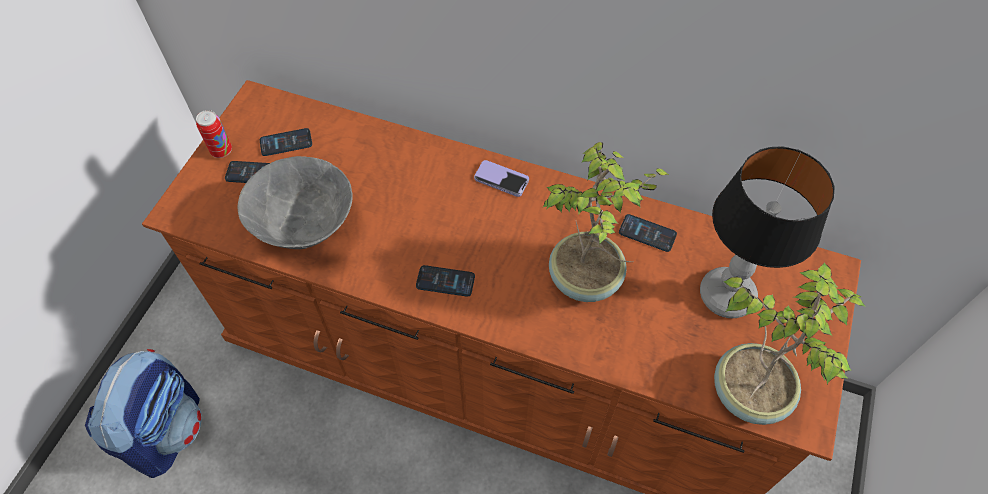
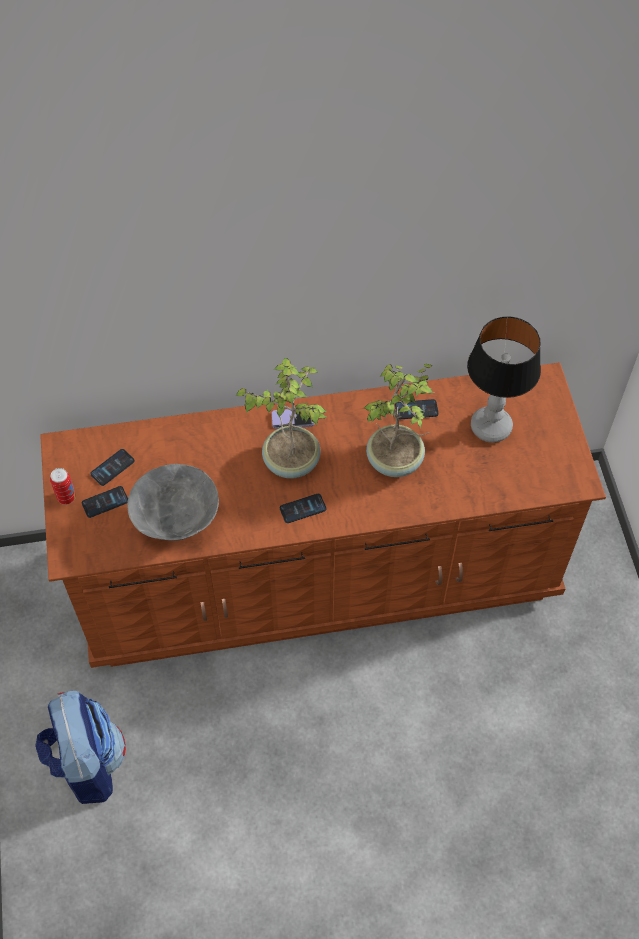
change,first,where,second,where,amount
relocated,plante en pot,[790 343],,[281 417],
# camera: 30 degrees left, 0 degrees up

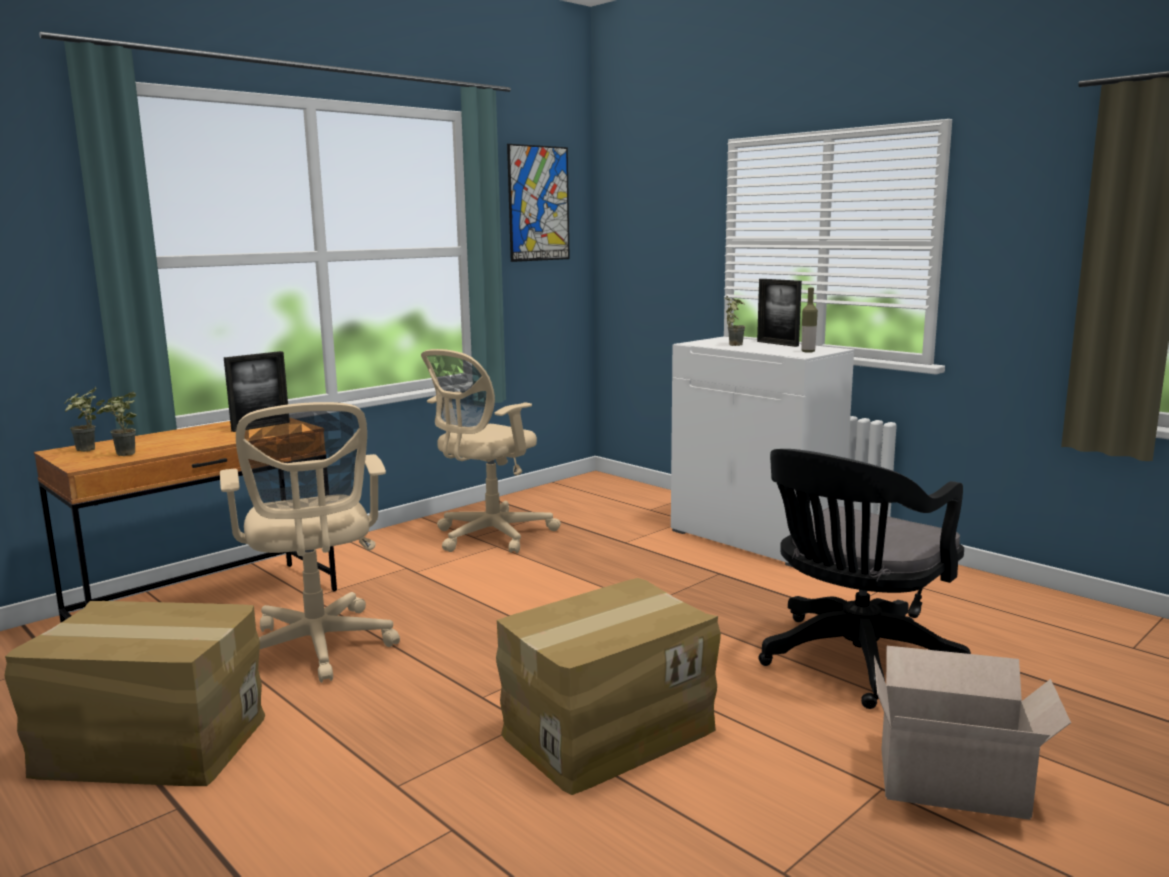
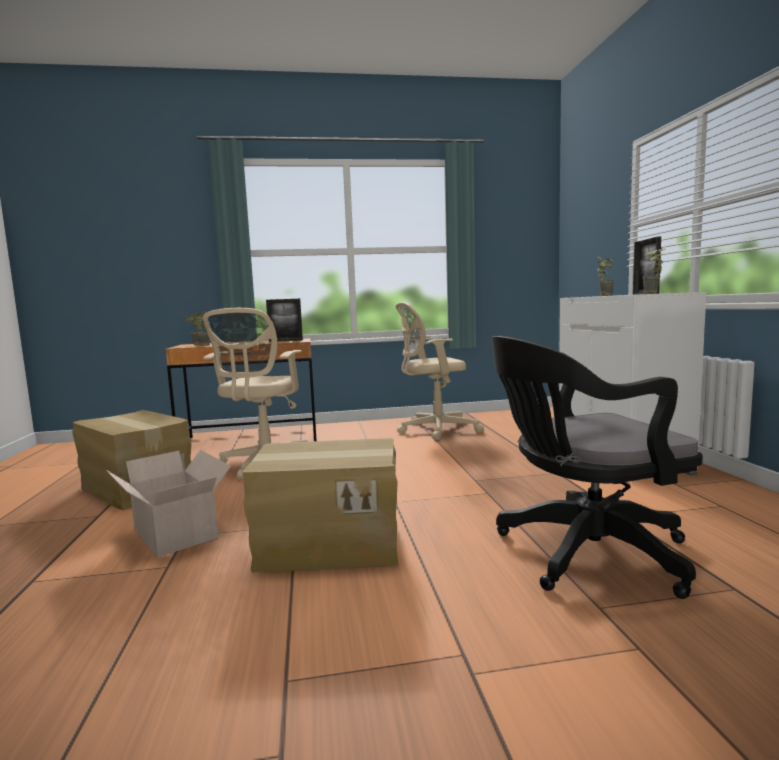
change,first,where,second,where,amount
missing,tableau,[538 203],,,
exchanged,bouteille,[809 320],plante en pot,[654 270],
relocated,carton,[972 733],,[168 503],
# camera: 35 degrees right, 5 degrees down

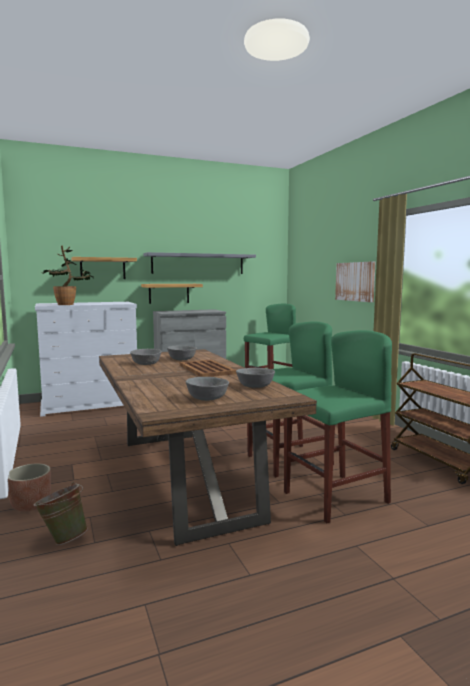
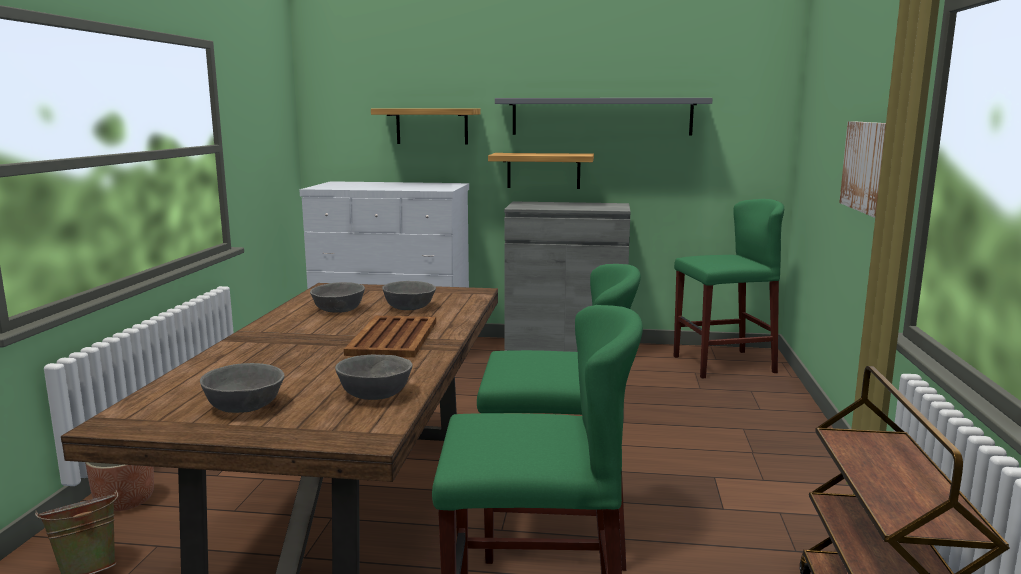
change,first,where,second,where,amount
missing,plante en pot,[68 275],,,
# camera: 30 degrees right, 5 degrees up

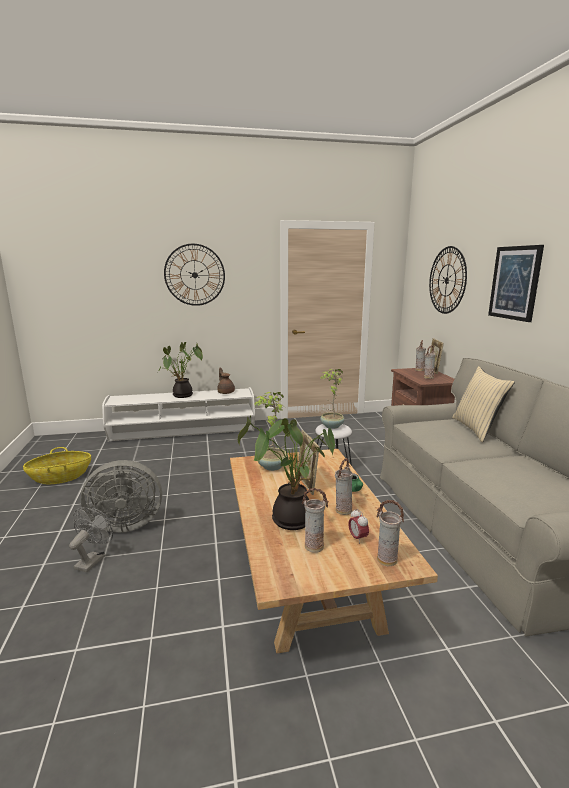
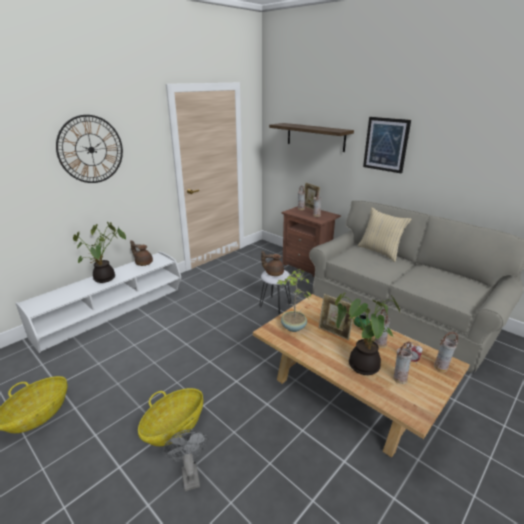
change,first,where,second,where,amount
exchanged,horloge murale,[448 280],étagère,[311 137],
exchanged,plante en pot,[332 399],théière [marron],[272 263],
exchanged,ventilateur [gris],[121 496],panier,[170 417],
# camera: 35 degrees left, 10 degrees up

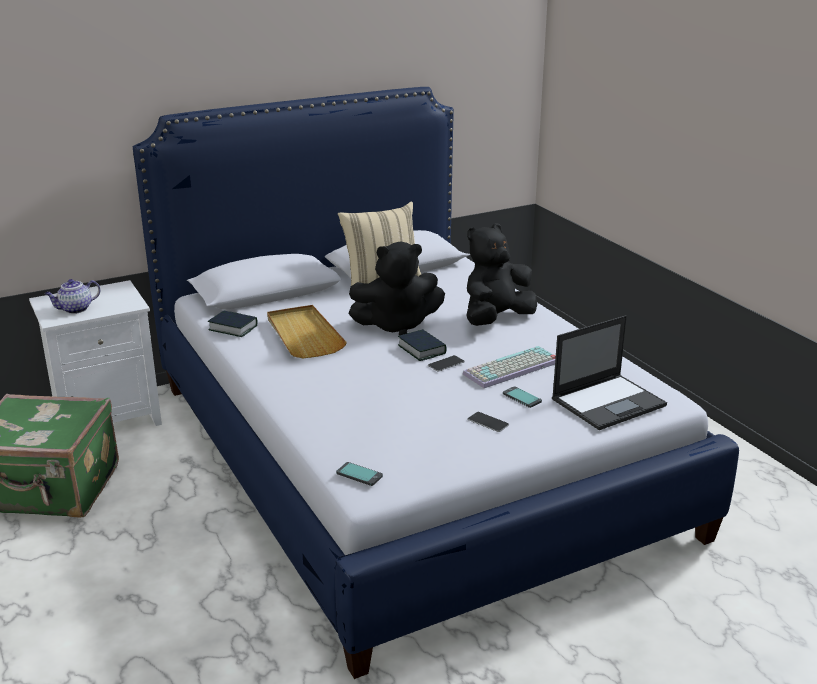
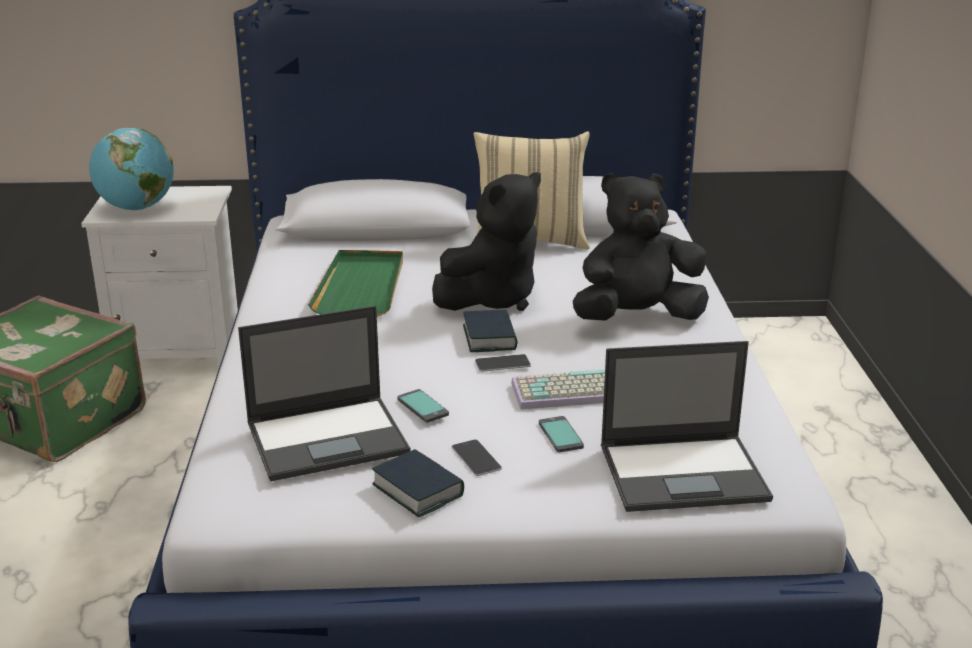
change,first,where,second,where,amount
spun,peluche [noir],[396 288],,[486 241],60 degrees counterclockwise
exchanged,théière,[72 296],globe,[131 169],
colour,plateau [beige],[307 331],plateau [vert],[355 283],
relocated,livre,[232 323],,[418 483],
relocated,téléphone,[359 474],,[423 406],
appeared,,,ordinateur portable,[324 393],
# camera: 25 degrees right, 0 degrees up

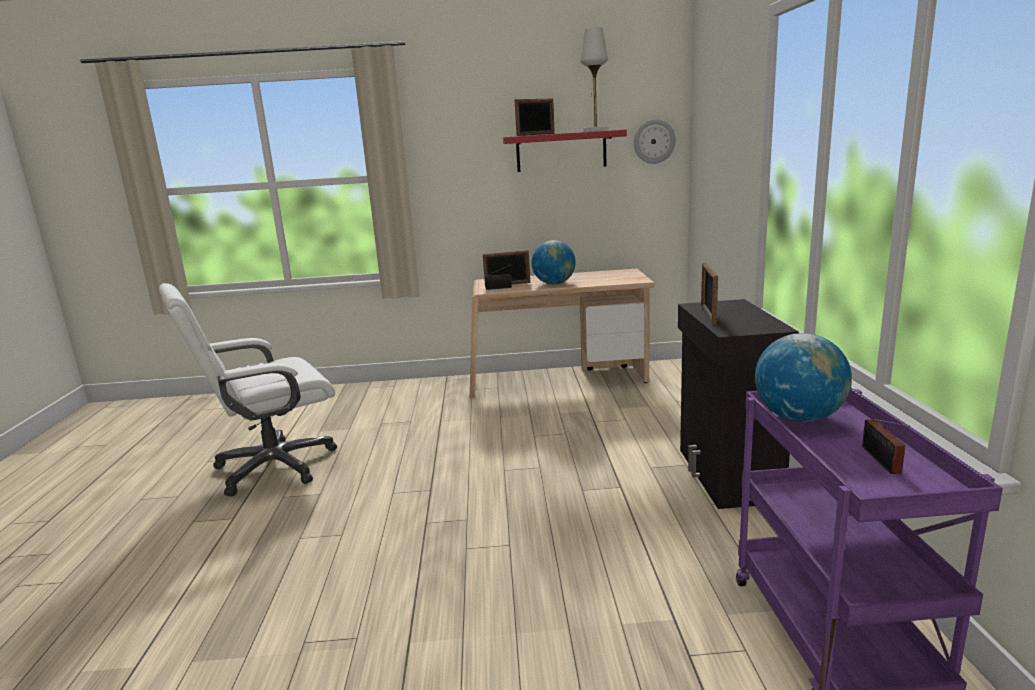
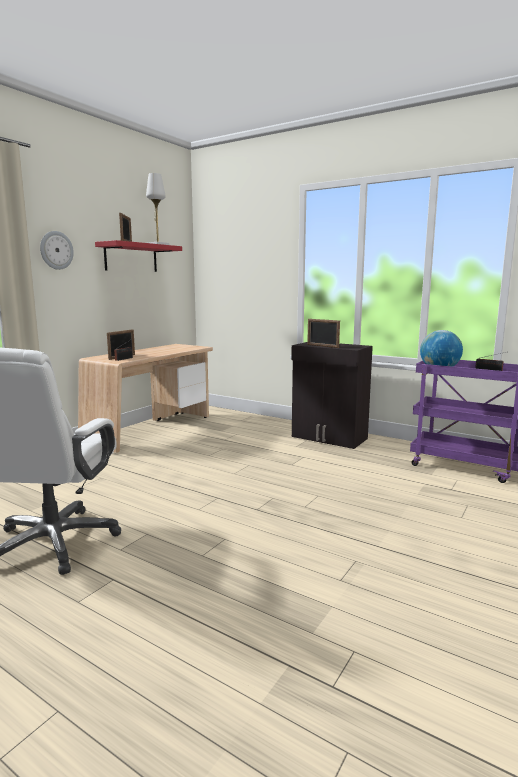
change,first,where,second,where,amount
relocated,horloge murale,[655 141],,[57 250],
missing,globe,[554 262],,,
# camera: 55 degrees left, 5 degrees down

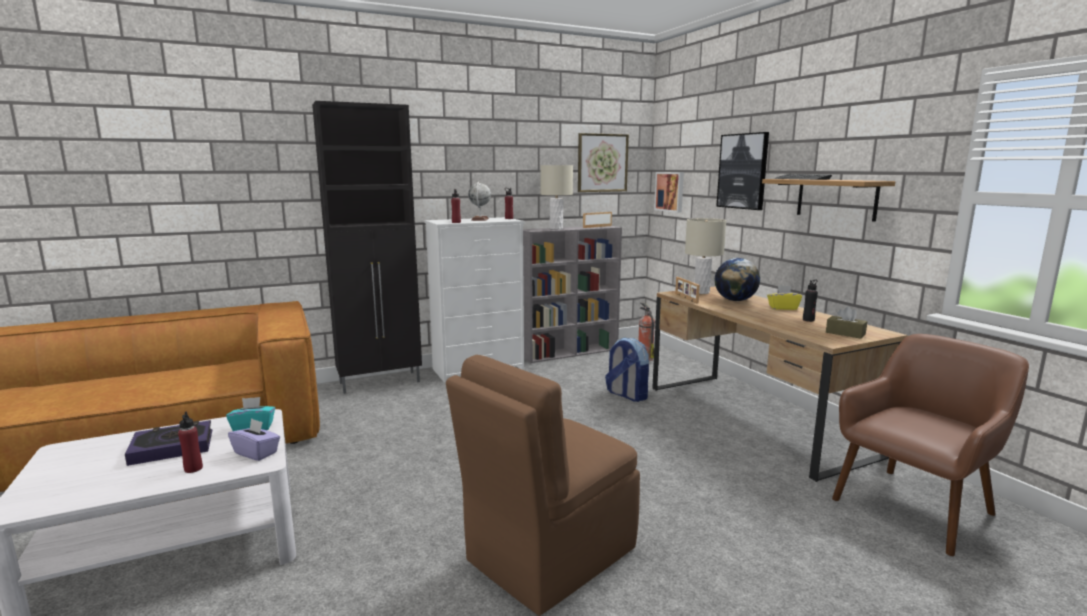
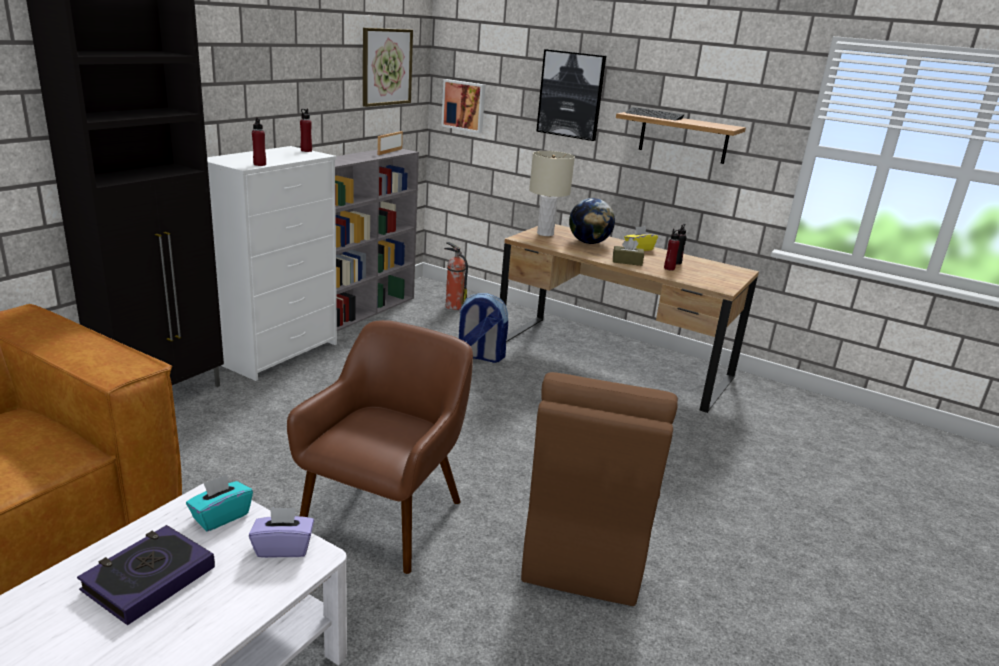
change,first,where,second,where,amount
missing,lampe de table [beige],[556 197],,,
missing,globe,[479 201],,,
missing,cadre photo,[687 290],,,
relocated,boîte à mouchoirs [marron],[846 323],,[628 252],
relocated,fauteuil [marron],[930 445],,[380 447],
relocated,bouteille [rouge],[190 442],,[673 250],
# camera: 35 degrees left, 10 degrees up

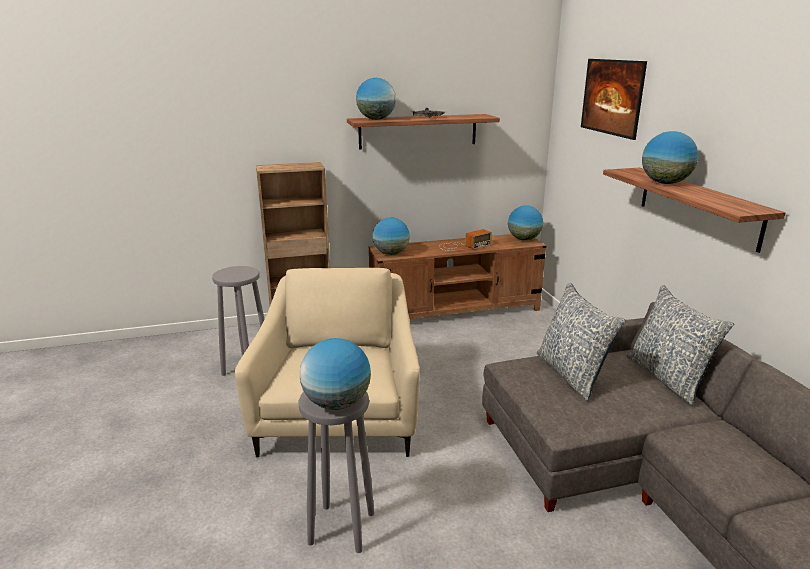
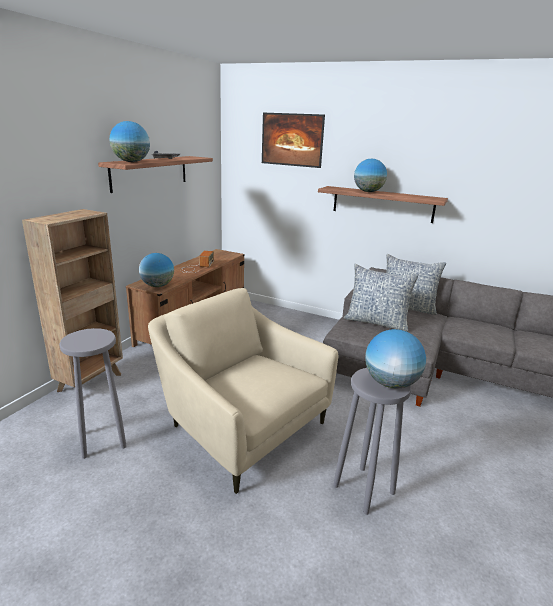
change,first,where,second,where,amount
missing,globe,[525 222],,,
# camera: 50 degrees left, 0 degrees up

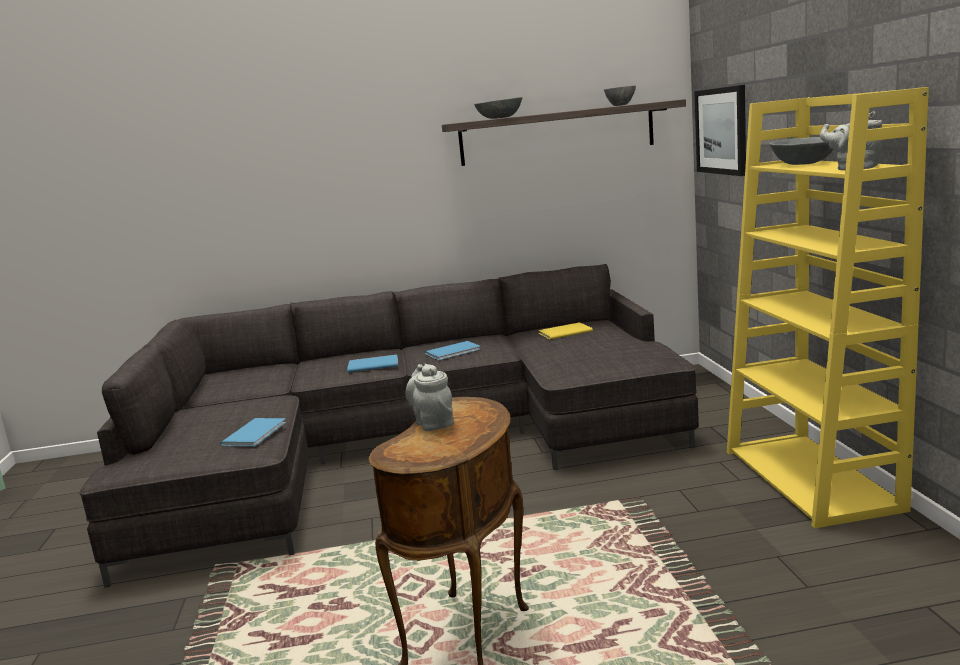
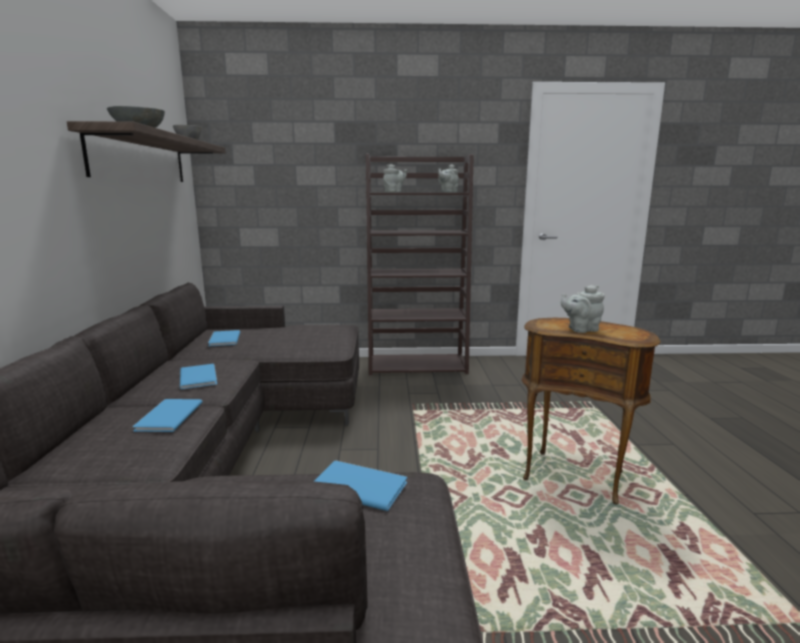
change,first,where,second,where,amount
missing,tableau,[720 130],,,
colour,bibliothèque [jaune],[828 307],bibliothèque [marron],[420 264],
exchanged,bol [gris],[801 151],théière [gris],[395 178],
colour,livre [jaune],[565 331],livre [bleu],[224 338],
# camera: 85 degrees left, 0 degrees up

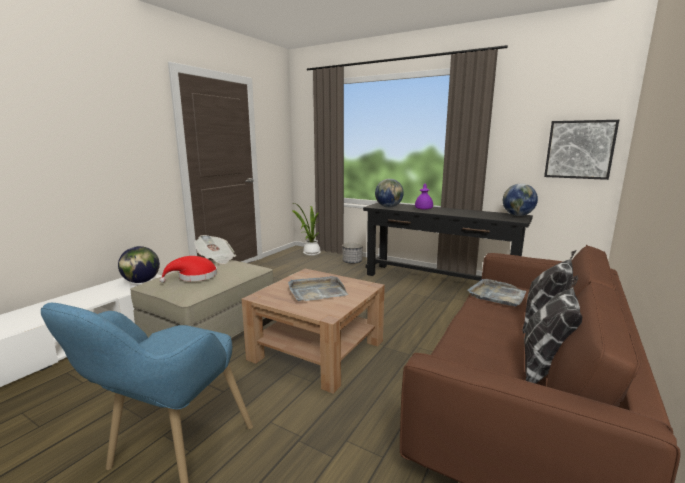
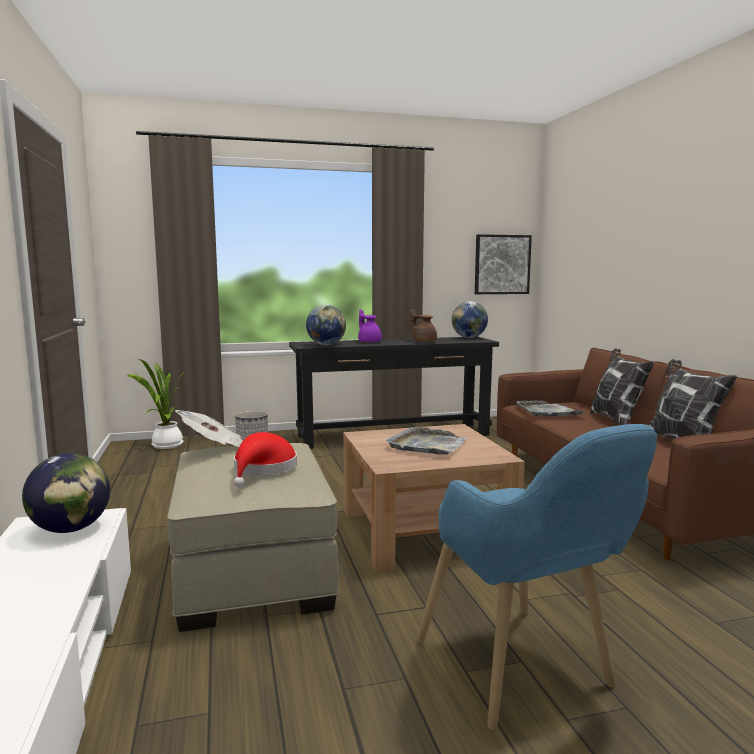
change,first,where,second,where,amount
appeared,,,théière [marron],[423 325],
# camera: 45 degrees left, 5 degrees down

